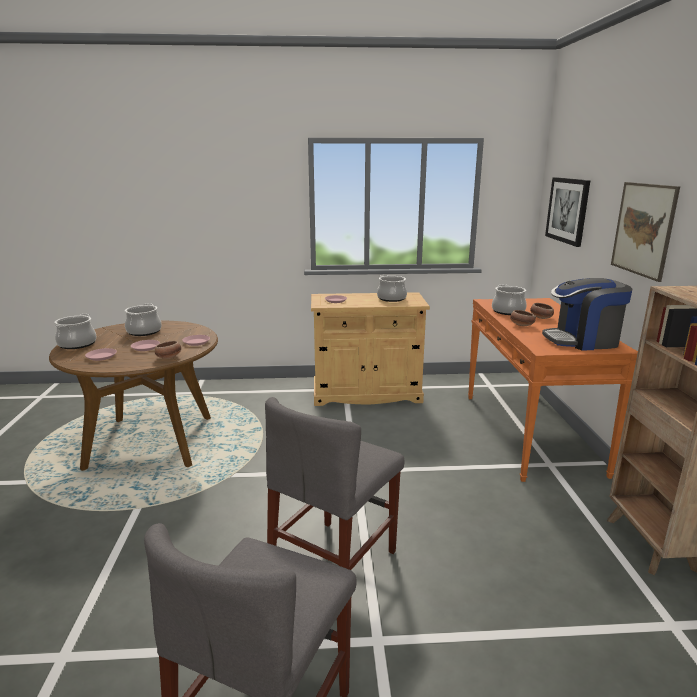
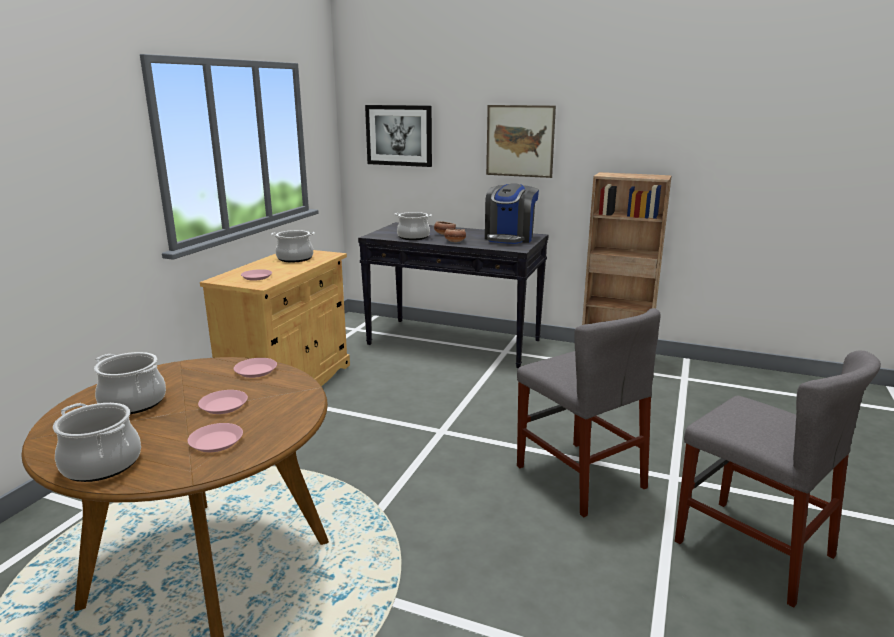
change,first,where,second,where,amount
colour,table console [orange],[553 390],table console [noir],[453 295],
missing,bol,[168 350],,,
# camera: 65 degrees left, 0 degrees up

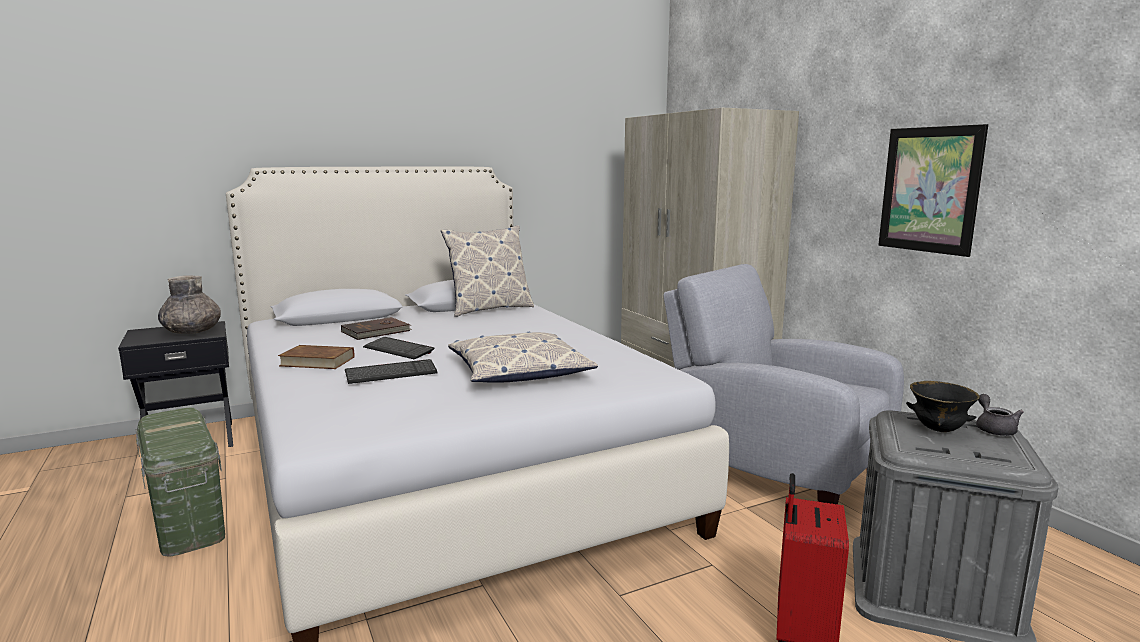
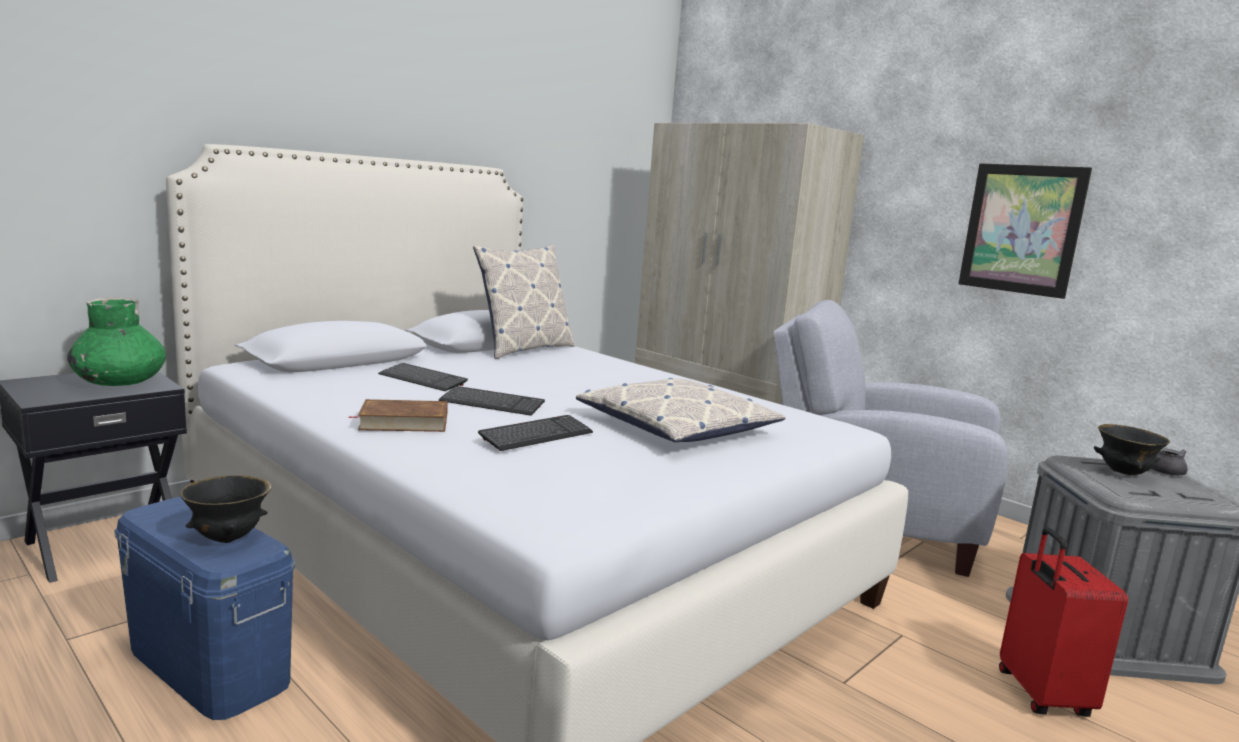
change,first,where,second,where,amount
colour,vase [gris],[189 304],vase [vert],[116 342],
exchanged,livre [marron],[376 328],clavier,[423 377],
colour,boîte de rangement [vert],[180 482],boîte de rangement [bleu],[205 608],
appeared,,,bol [noir],[226 509],
# camera: 20 degrees left, 0 degrees up

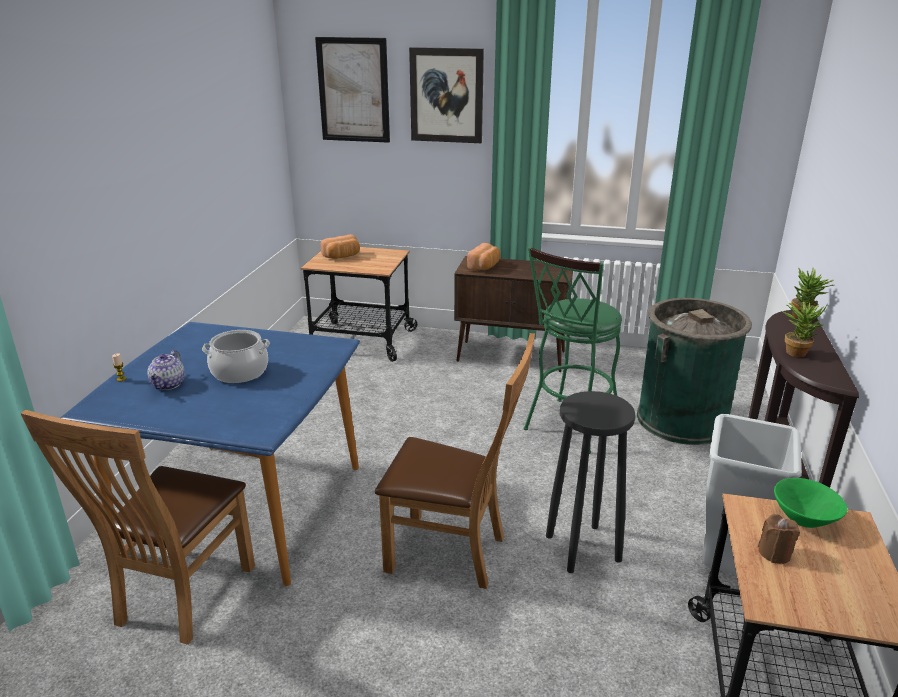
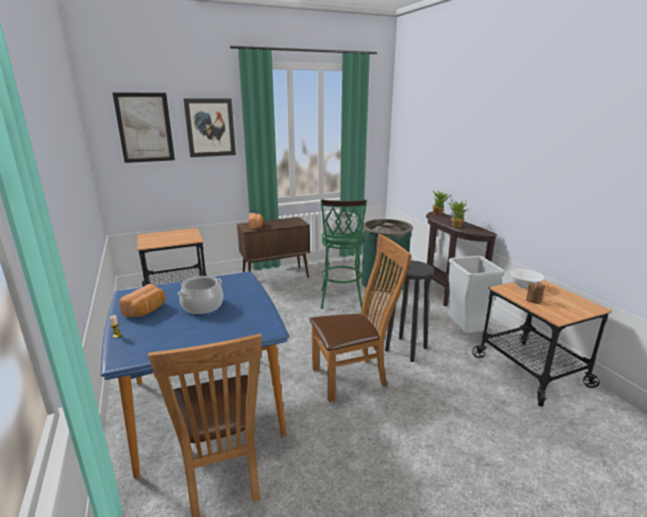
change,first,where,second,where,amount
relocated,pain,[340 246],,[142 300],
missing,théière,[166 370],,,
colour,bol [vert],[811 503],bol [blanc],[527 279],
appeared,,,marmite,[343 223],
# camera: 35 degrees left, 5 degrees down

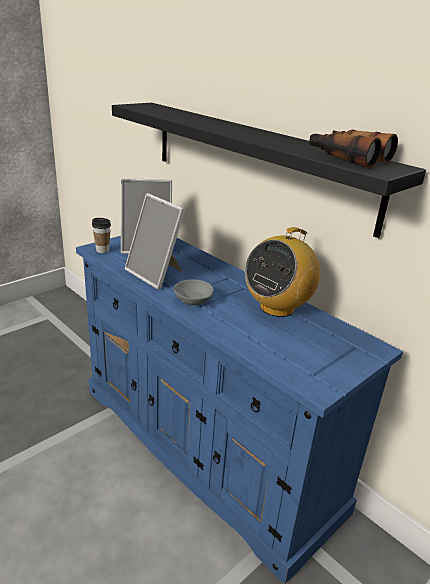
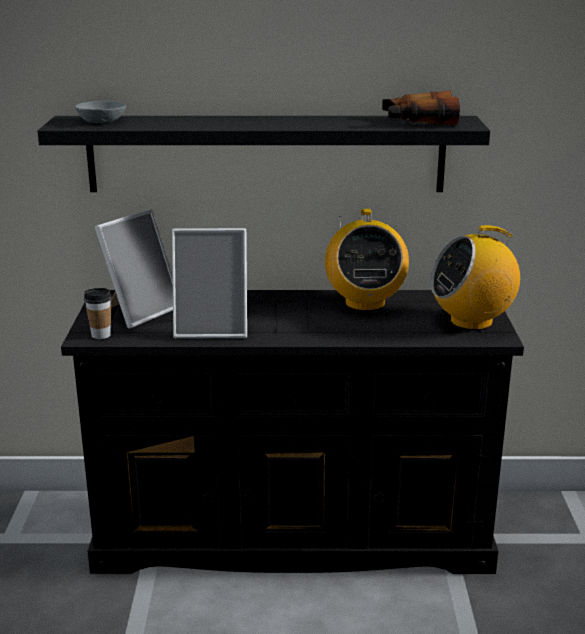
change,first,where,second,where,amount
colour,commode [bleu],[239 410],commode [noir],[292 432],
relocated,bol [gris],[194 292],,[100 112],
appeared,,,radio,[475 277],
# camera: 45 degrees left, 5 degrees down

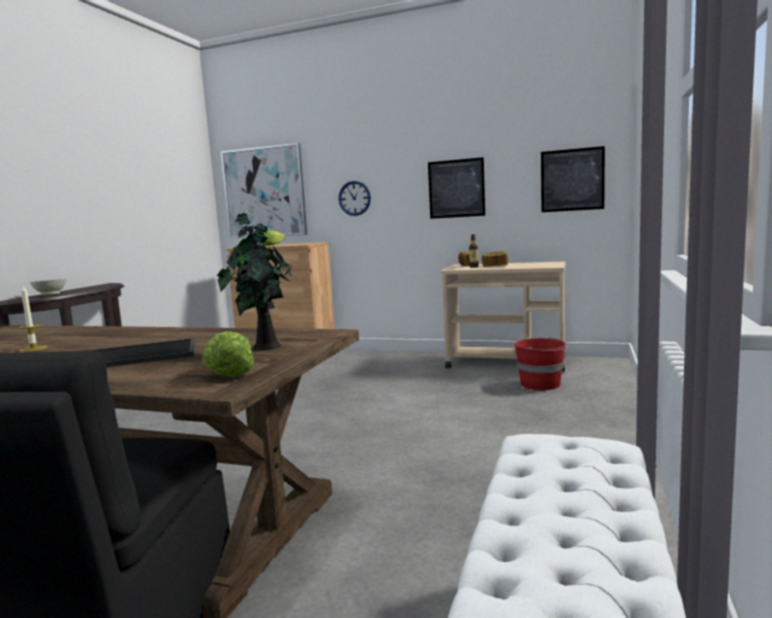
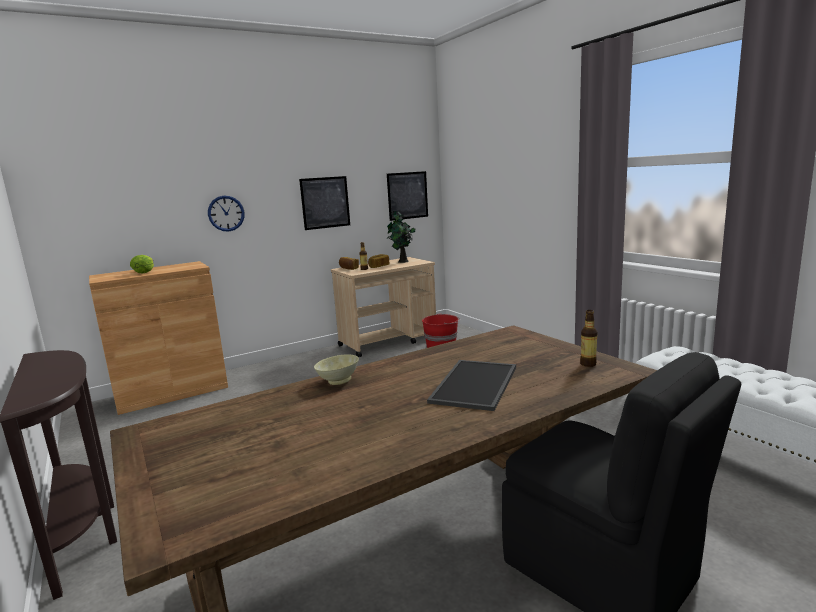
change,first,where,second,where,amount
missing,tableau,[264 191],,,
relocated,plante en pot,[254 281],,[401 237],
relocated,bol [beige],[48 287],,[336 369],
missing,bougie,[33 319],,,
exchanged,laitue,[228 354],bouteille,[588 338],
# camera: 50 degrees left, 5 degrees up

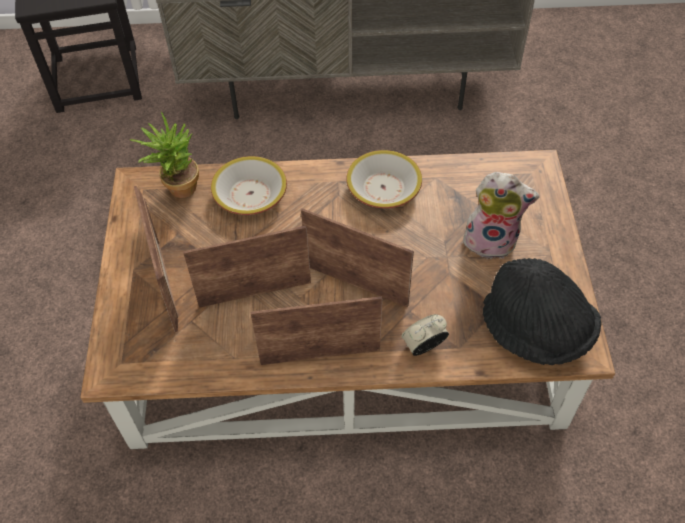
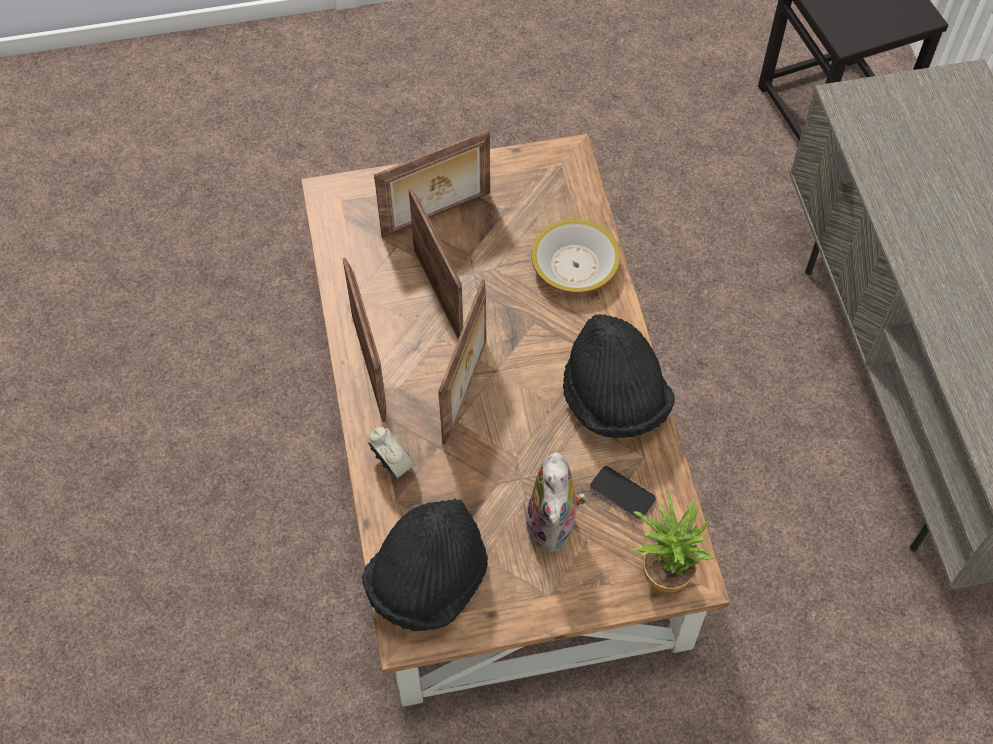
change,first,where,second,where,amount
relocated,plante en pot,[164 155],,[673 542],
exchanged,bol,[384 179],chapeau [noir],[619 376],
appeared,,,téléphone,[623 493],
# camera: 80 degrees right, 5 degrees up

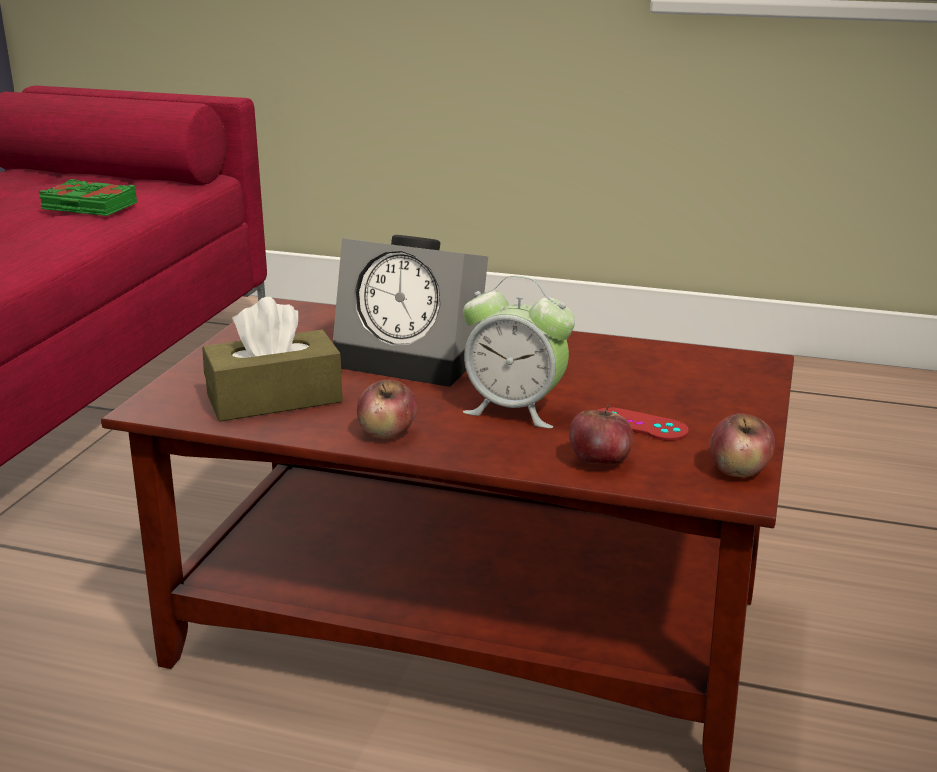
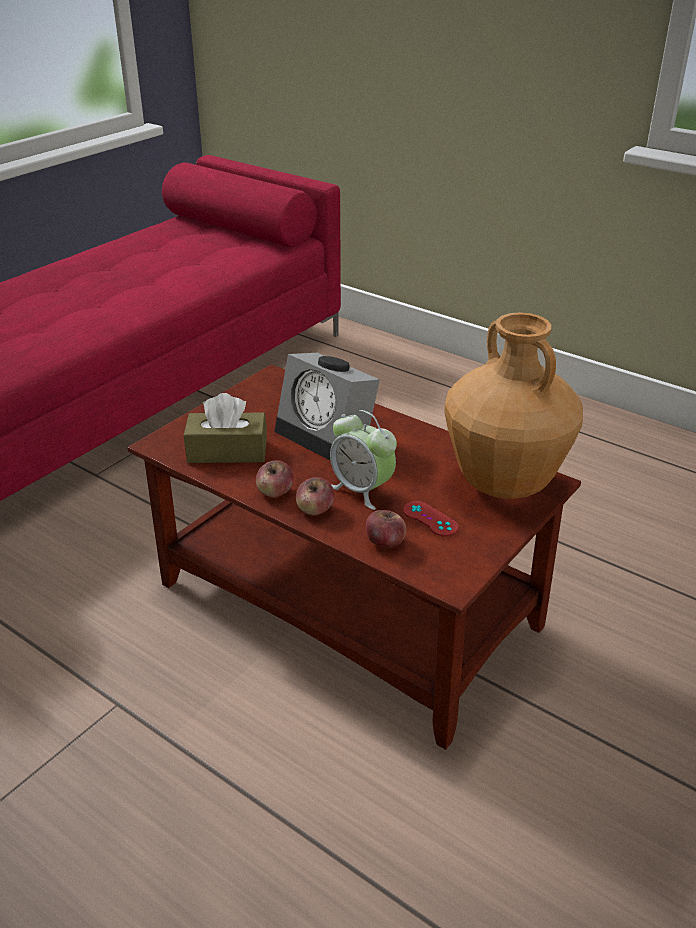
change,first,where,second,where,amount
missing,livre [vert],[88 197],,,
relocated,pomme,[742 445],,[315 496],
appeared,,,vase [marron],[513 405],
# camera: 20 degrees right, 10 degrees up

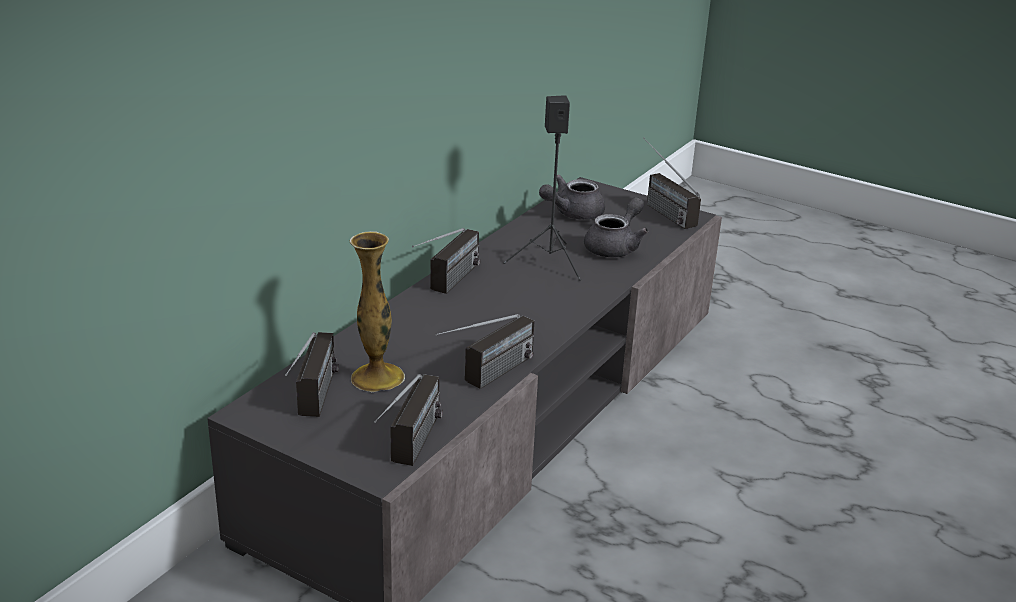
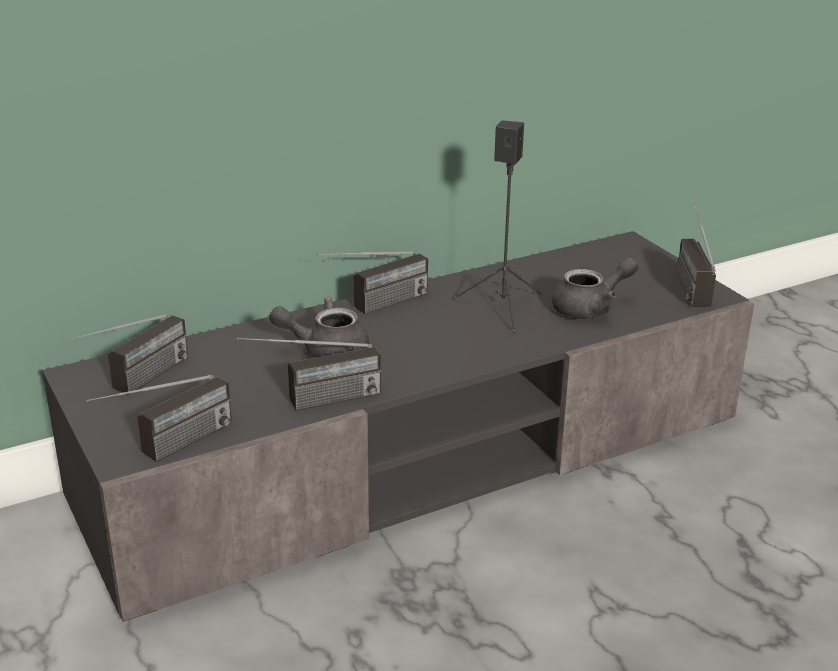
change,first,where,second,where,amount
relocated,théière [gris],[572 197],,[319 327],
missing,vase,[377 312],,,
# camera: 30 degrees right, 0 degrees up

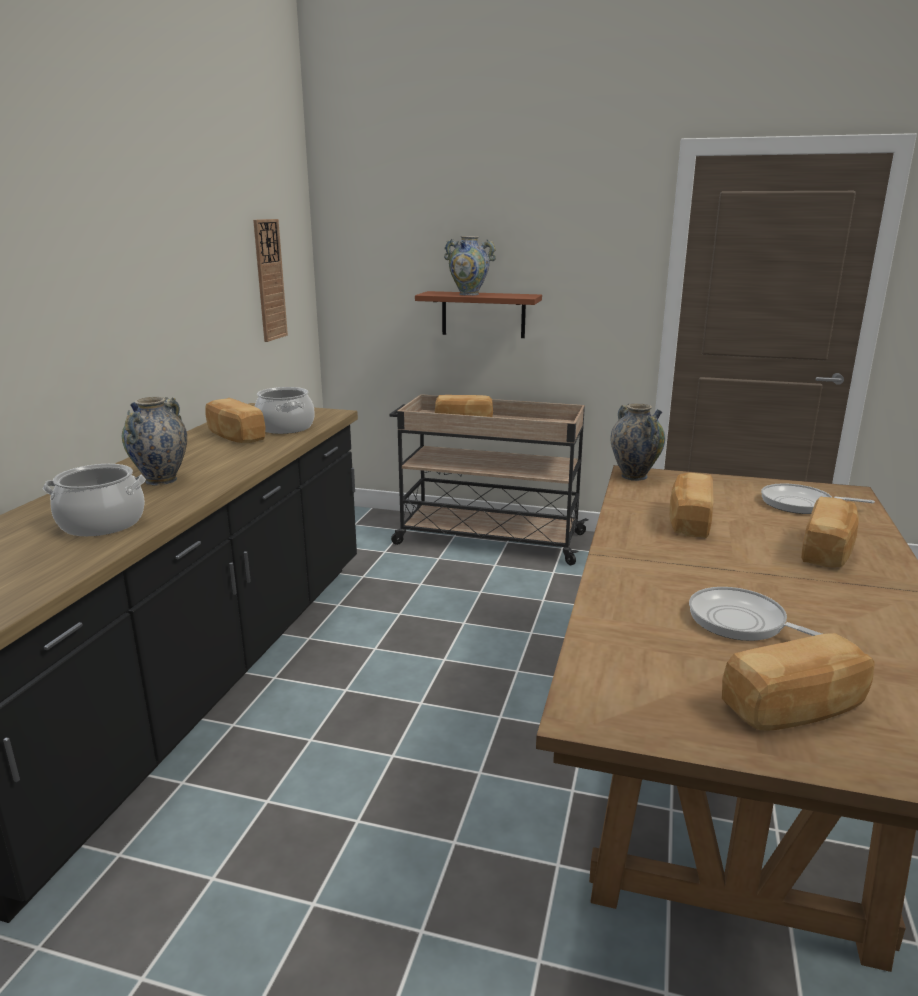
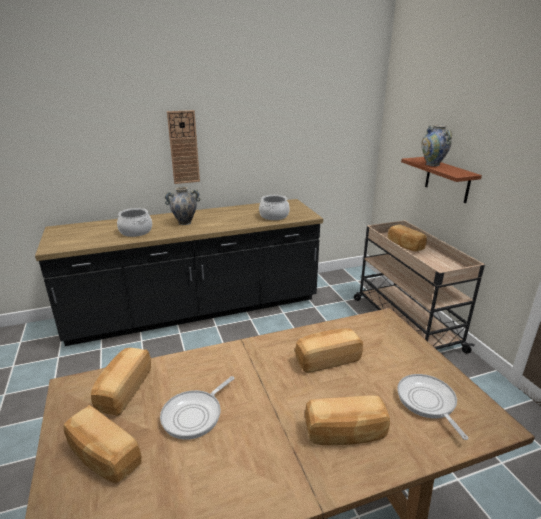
change,first,where,second,where,amount
relocated,horloge murale,[270 280],,[183 147],
relocated,pain,[235 420],,[121 382],
missing,vase,[637 442],,,
spun,poêle,[755 614],,[197 408],150 degrees counterclockwise
# camera: 55 degrees right, 5 degrees up

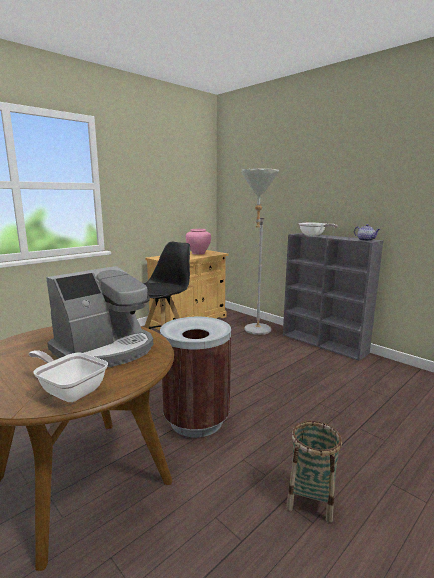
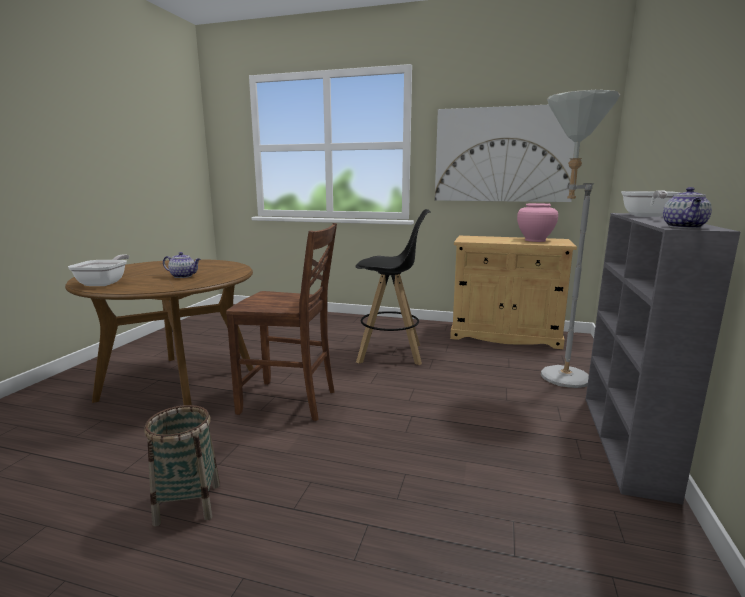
change,first,where,second,where,amount
exchanged,machine à café,[99 316],théière,[182 265],
exchanged,poubelle [marron],[195 377],chaise [marron],[281 322],
appeared,,,tableau,[505 153],
# camera: 60 degrees right, 0 degrees up

